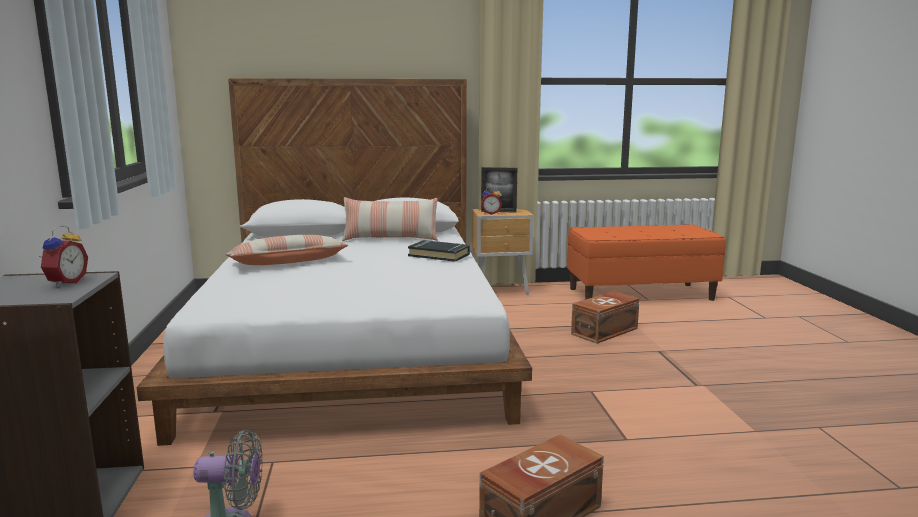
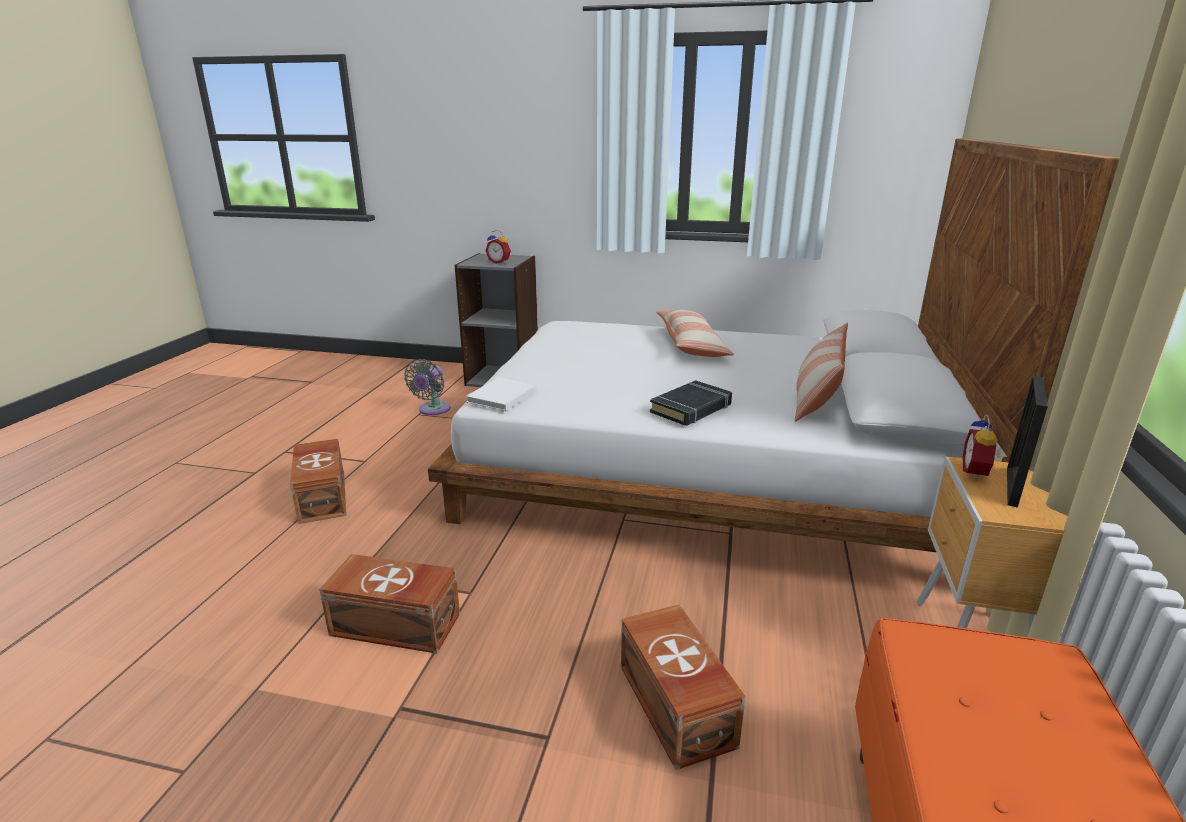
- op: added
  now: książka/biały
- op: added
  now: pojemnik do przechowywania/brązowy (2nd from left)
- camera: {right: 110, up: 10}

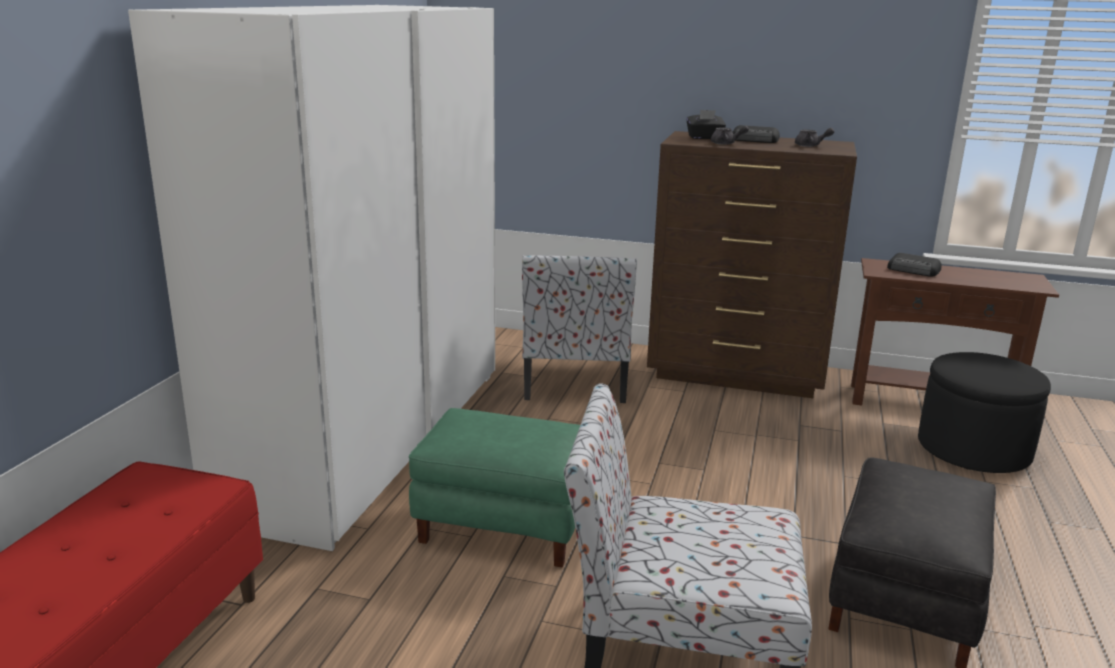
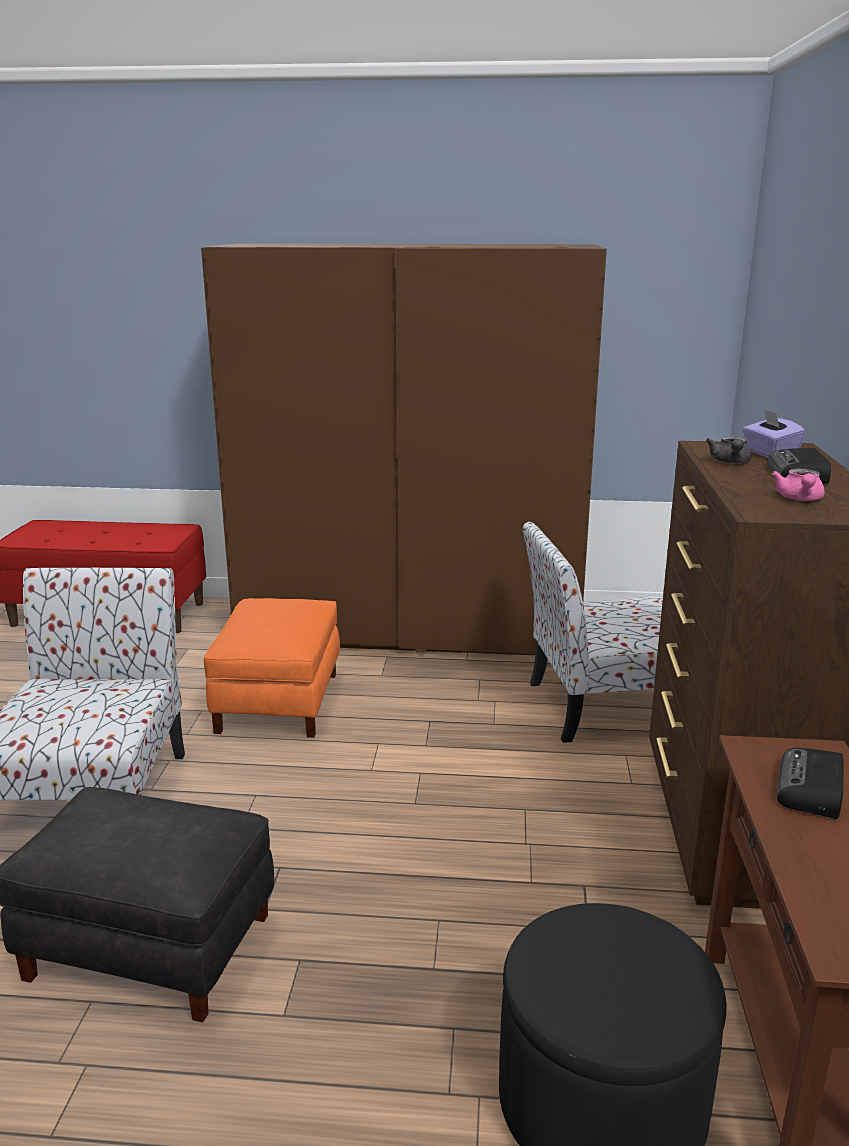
- op: recoloured
  was: szafa/biały
  now: szafa/brązowy
- op: recoloured
  was: pudełko chusteczek/czarny
  now: pudełko chusteczek/fioletowy
- op: recoloured
  was: imbryk/szary (2nd from left)
  now: imbryk/różowy
- op: recoloured
  was: pufa/zielony
  now: pufa/pomarańczowy
- camera: {right: 80, up: 0}

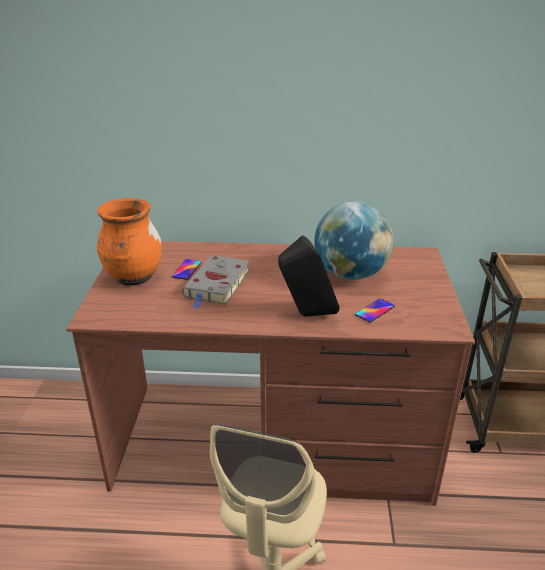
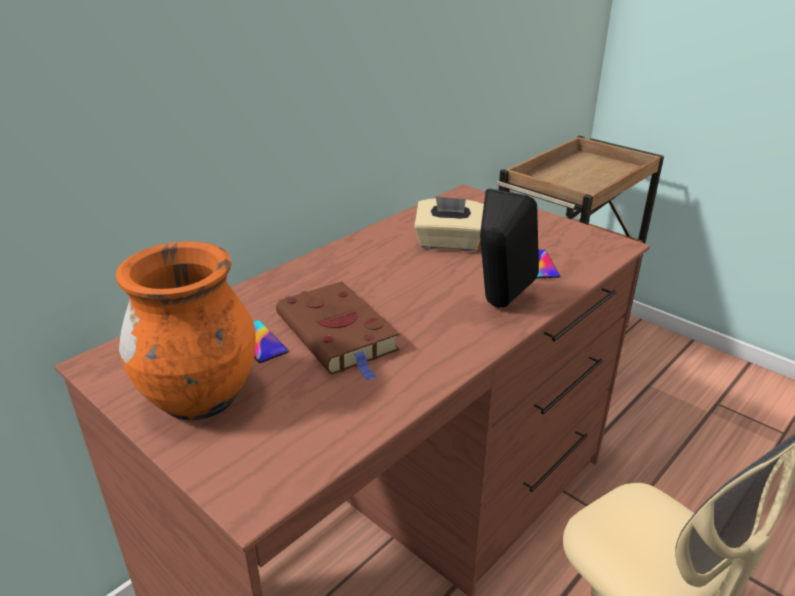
- op: replaced
  was: globus
  now: pudełko chusteczek/beżowy
- op: recoloured
  was: książka/szary
  now: książka/brązowy
- camera: {right: -50, up: 0}

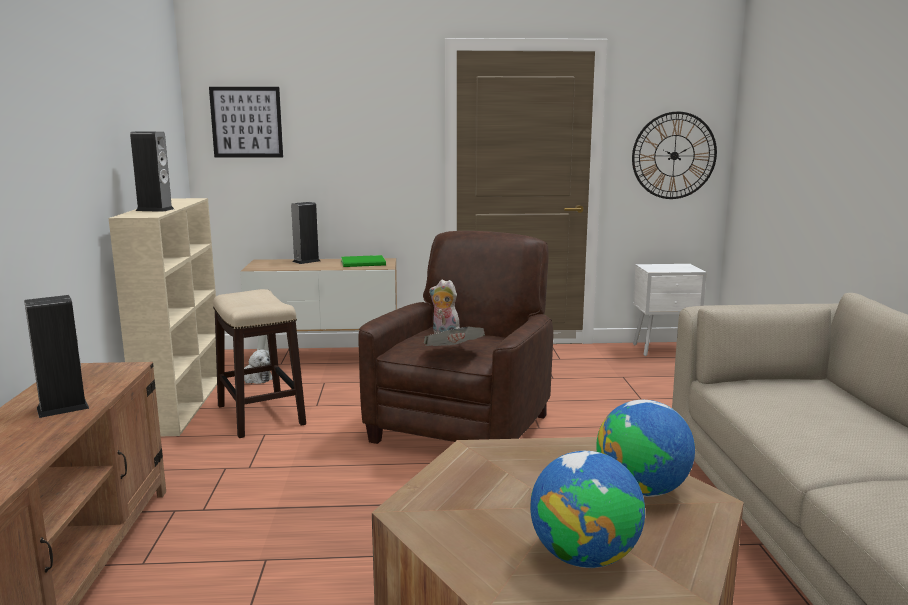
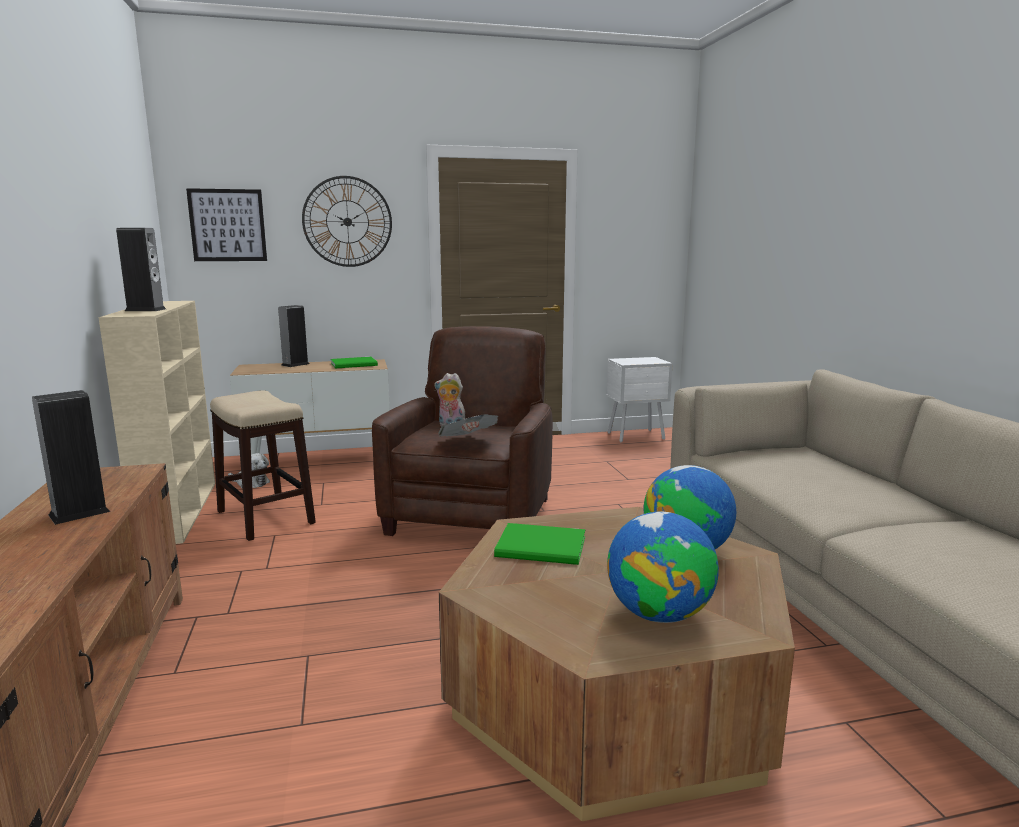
- op: moved
  was: zegar ścienny
- op: added
  now: książka/zielony (2nd from left)
- camera: {right: -10, up: 0}

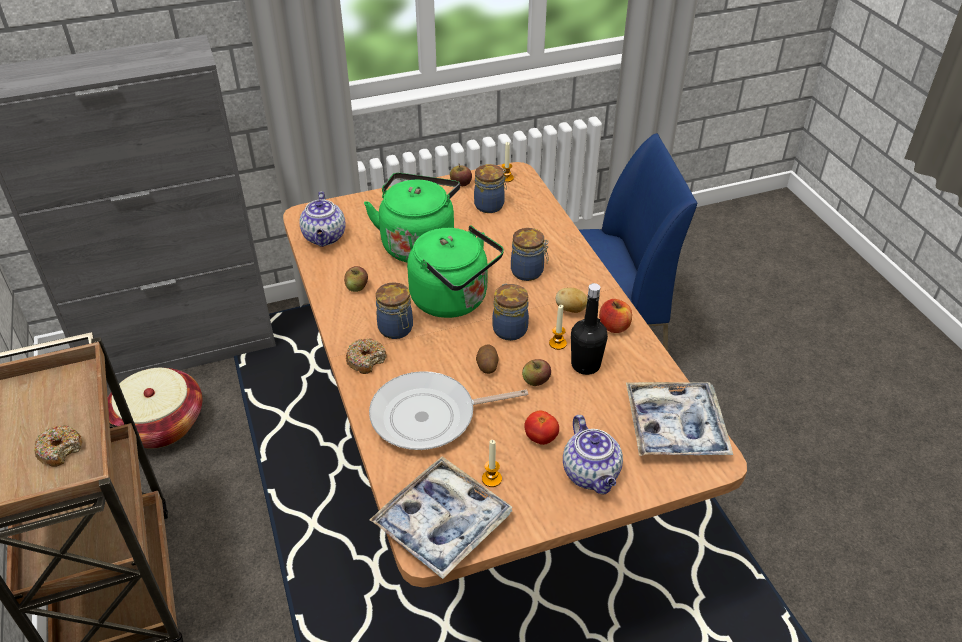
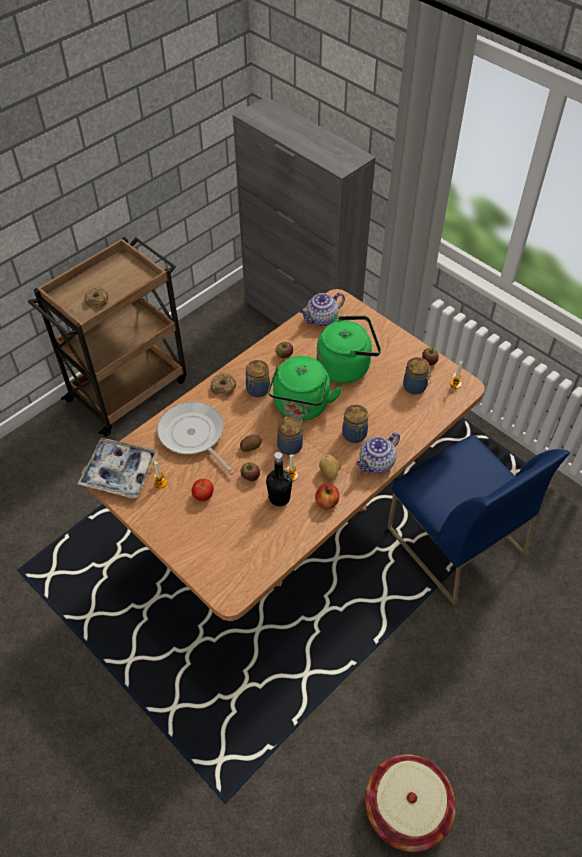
- op: moved
  was: koszyk
- op: removed
  was: taca (2nd from left)
- op: moved
  was: imbryk (2nd from left)
- camera: {right: 65, up: 10}

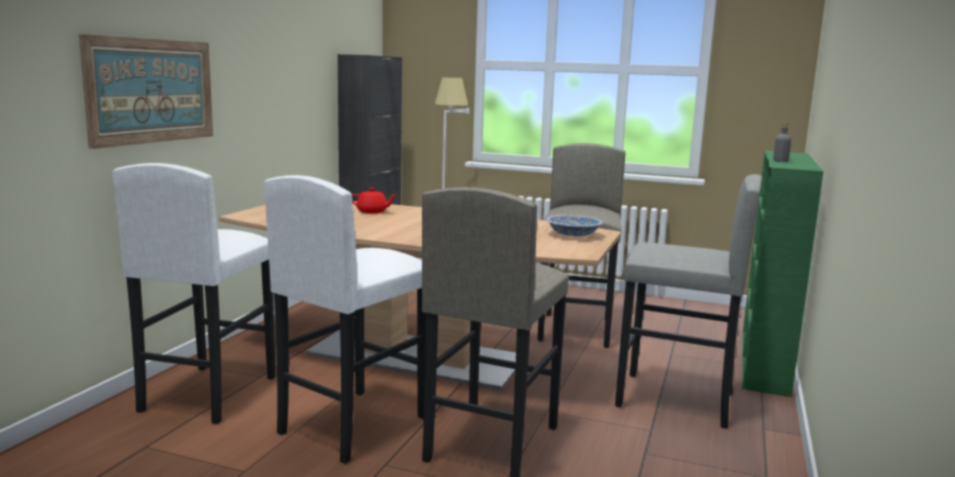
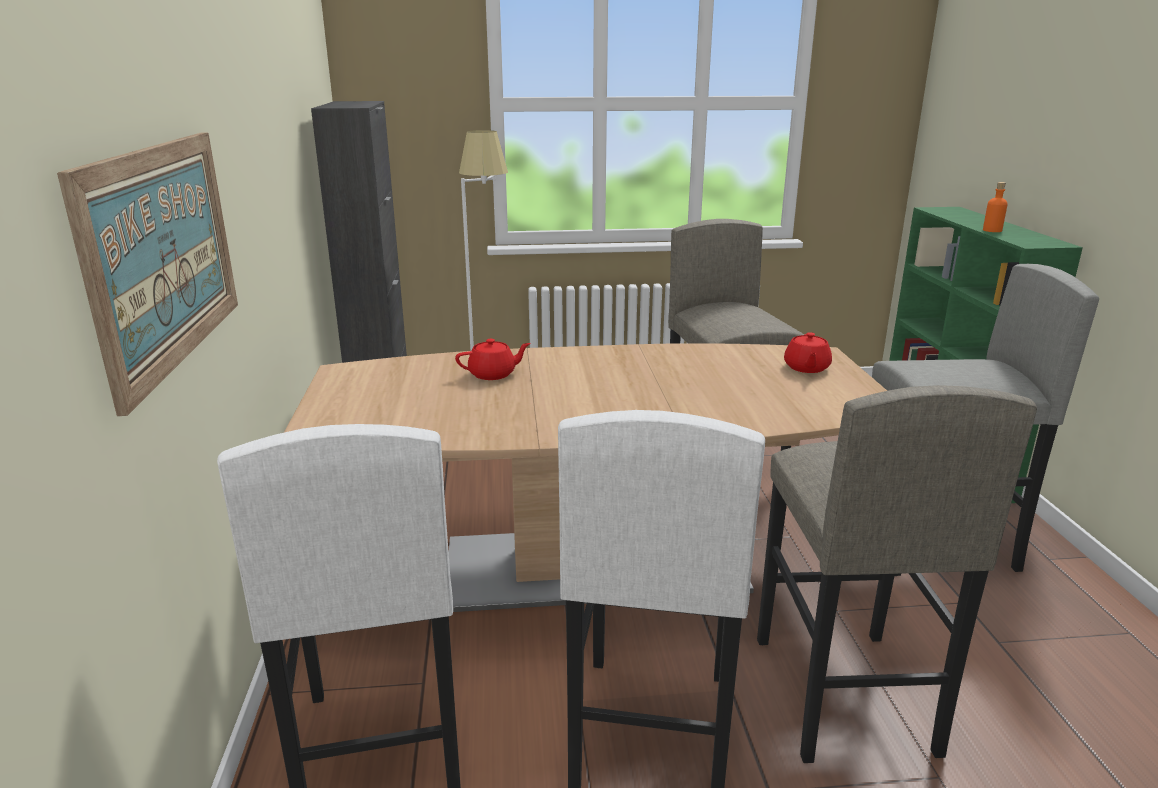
- op: recoloured
  was: butelka/szary
  now: butelka/pomarańczowy
- op: replaced
  was: miska
  now: imbryk/czerwony (2nd from left)
- camera: {right: -25, up: 10}

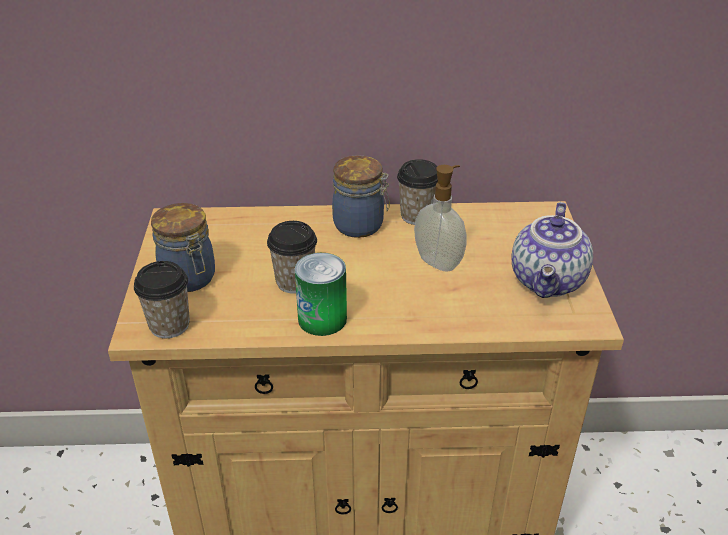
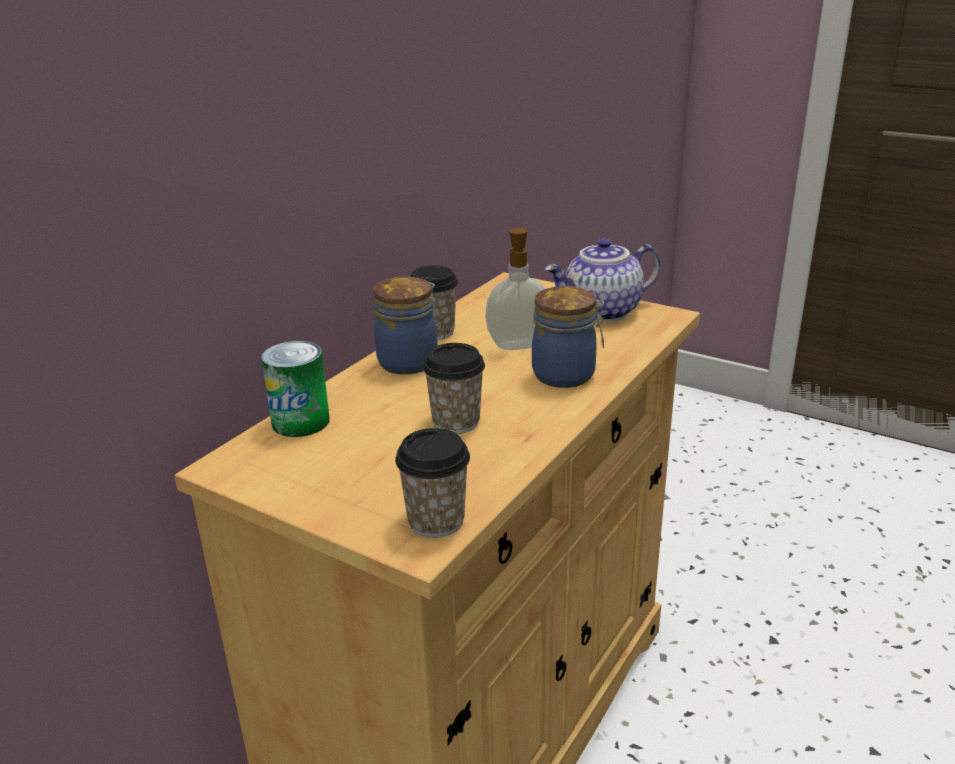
- op: turned
  was: imbryk
  clockwise: 105
- op: moved
  was: słoik (1st from left in the first image)
  now: słoik (2nd from left)
- op: moved
  was: puszka
- camera: {right: -55, up: -10}

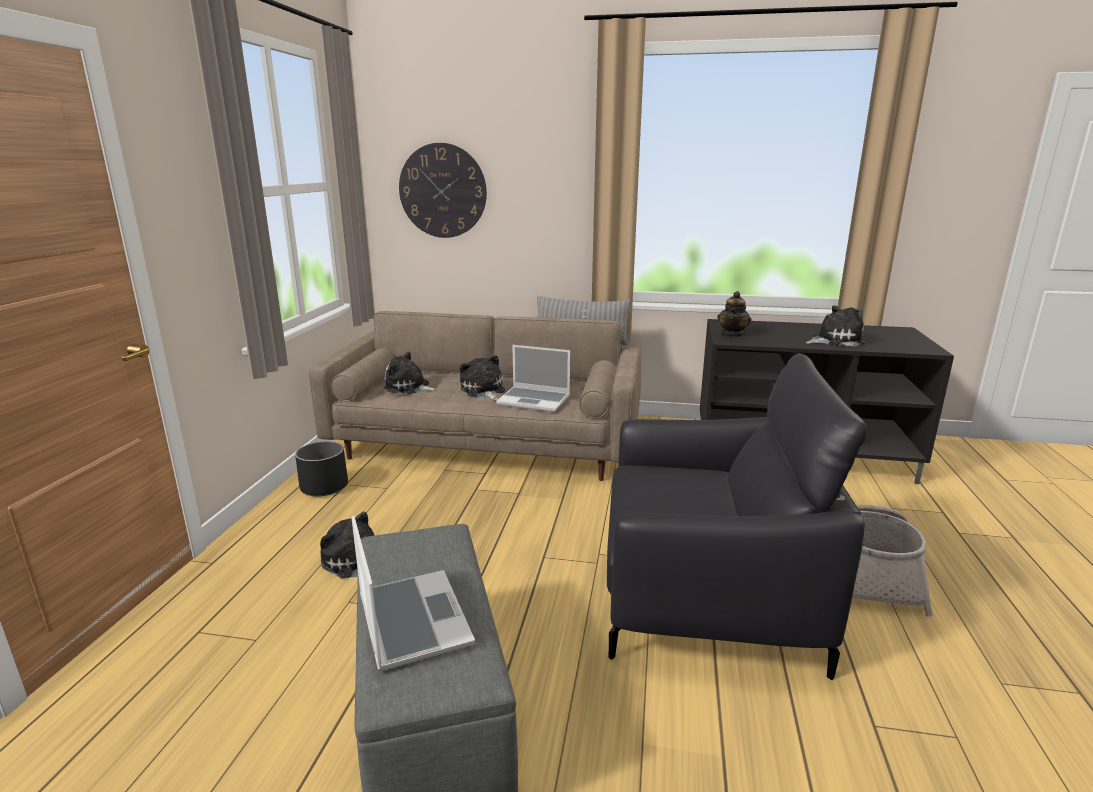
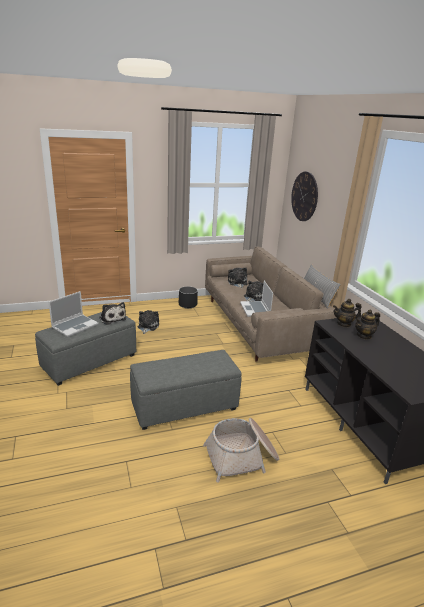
- op: moved
  was: pluszak (4th from left in the first image)
  now: pluszak (1st from left)
- op: replaced
  was: fotel/czarny
  now: pufa/szary (2nd from left)
- op: added
  now: imbryk (2nd from left)
- camera: {right: 60, up: 5}

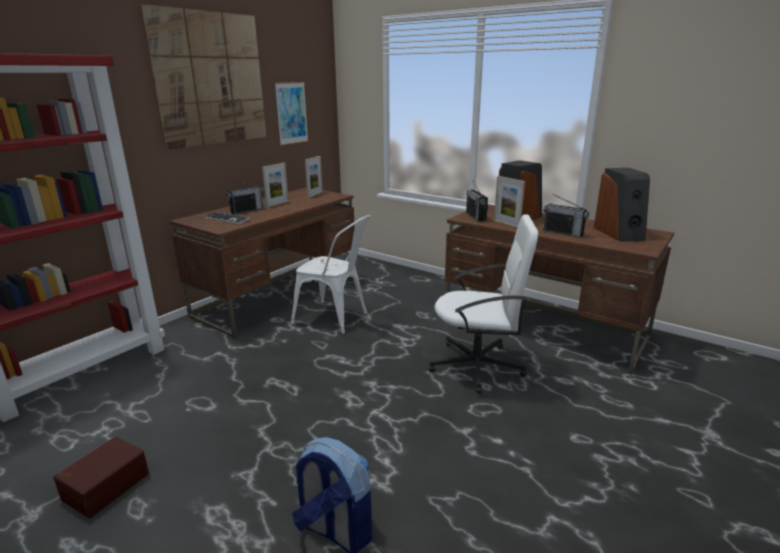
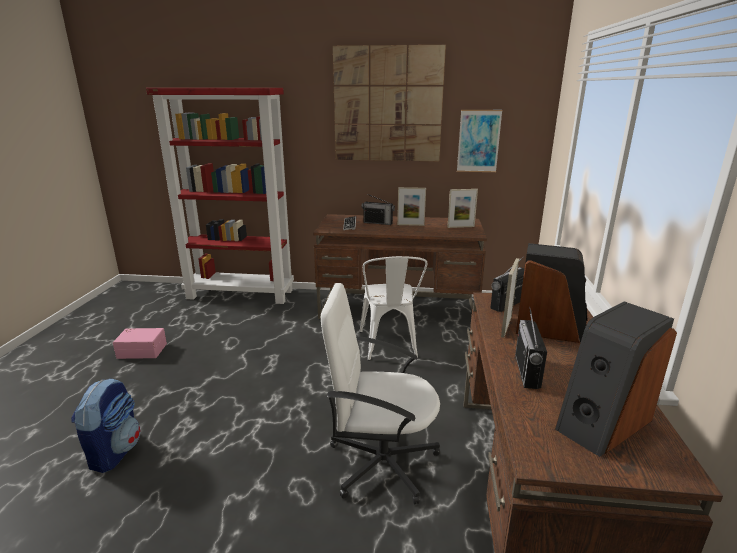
- op: turned
  was: krzesło biurowe/biały
  clockwise: 120
- op: recoloured
  was: pojemnik do przechowywania/brązowy
  now: pojemnik do przechowywania/różowy
- camera: {right: 60, up: 0}

